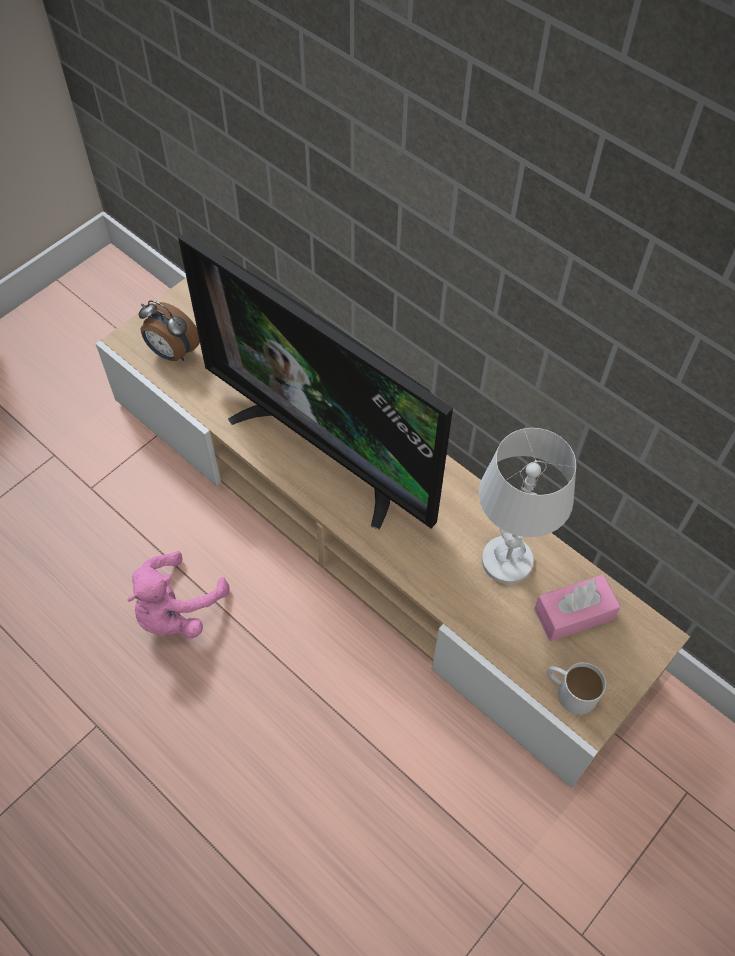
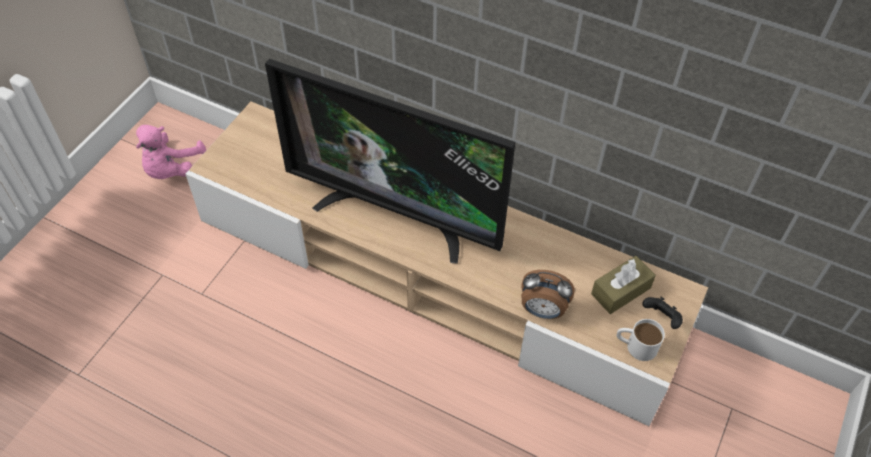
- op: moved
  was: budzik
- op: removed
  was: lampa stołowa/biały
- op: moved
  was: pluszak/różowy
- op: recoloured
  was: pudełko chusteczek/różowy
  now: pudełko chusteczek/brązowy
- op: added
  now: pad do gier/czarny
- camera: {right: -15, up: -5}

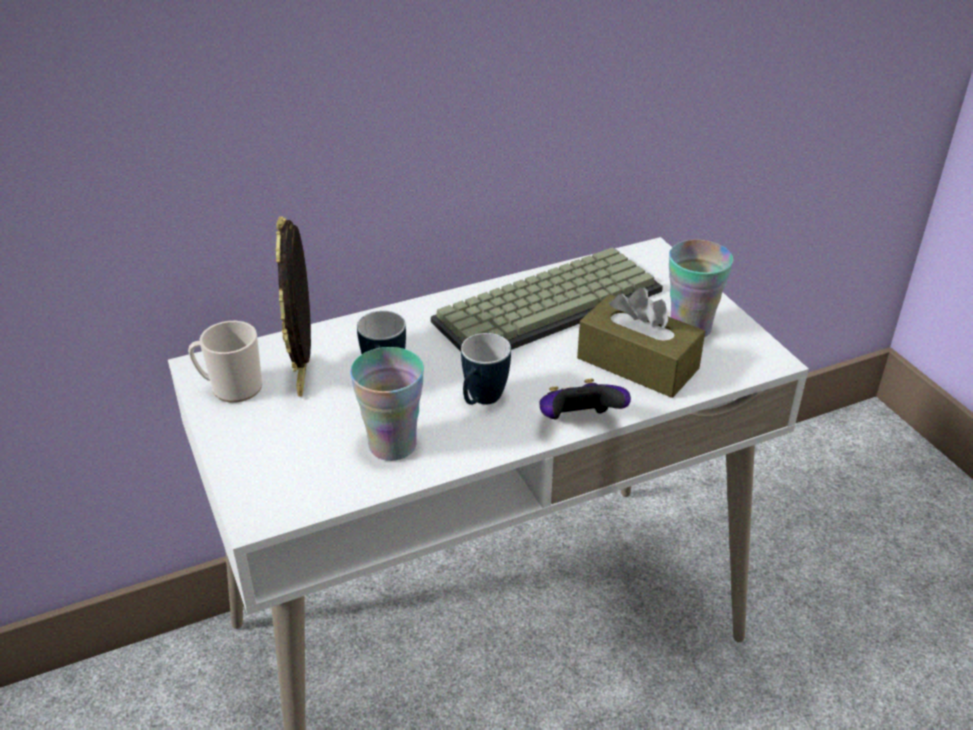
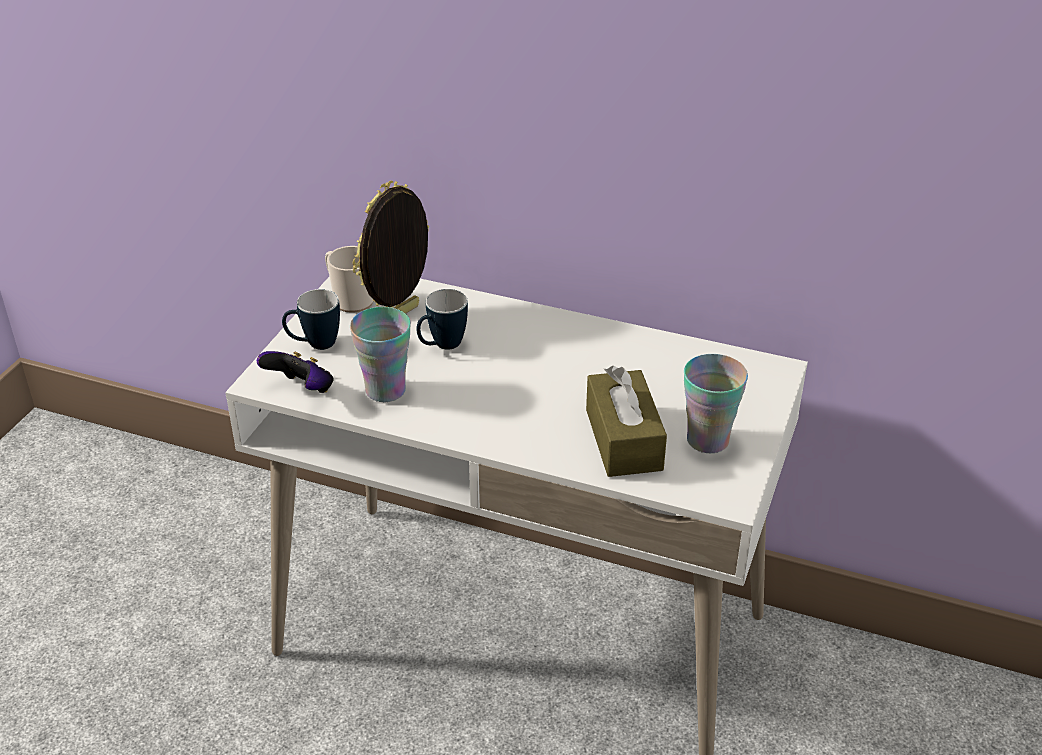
- op: removed
  was: klawiatura
- op: moved
  was: kubek (3rd from left in the first image)
  now: kubek (1st from left)
- op: moved
  was: pad do gier
- camera: {right: 45, up: 0}

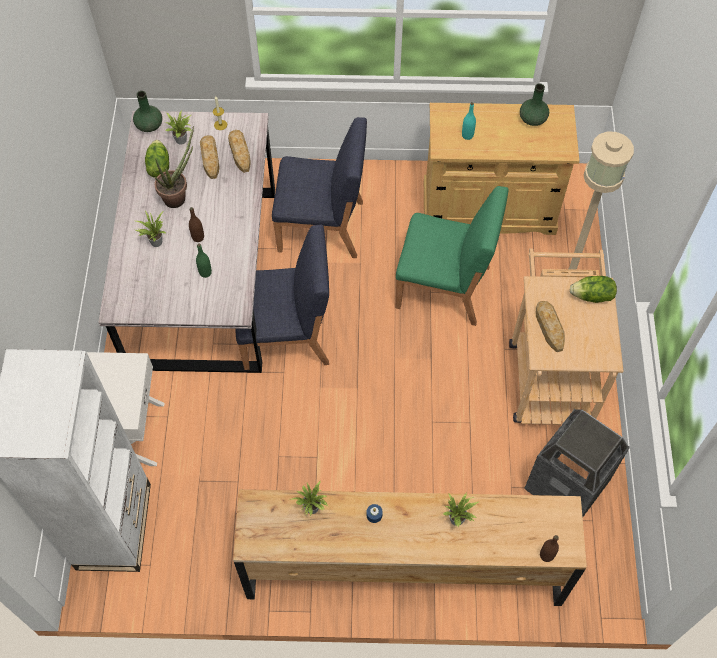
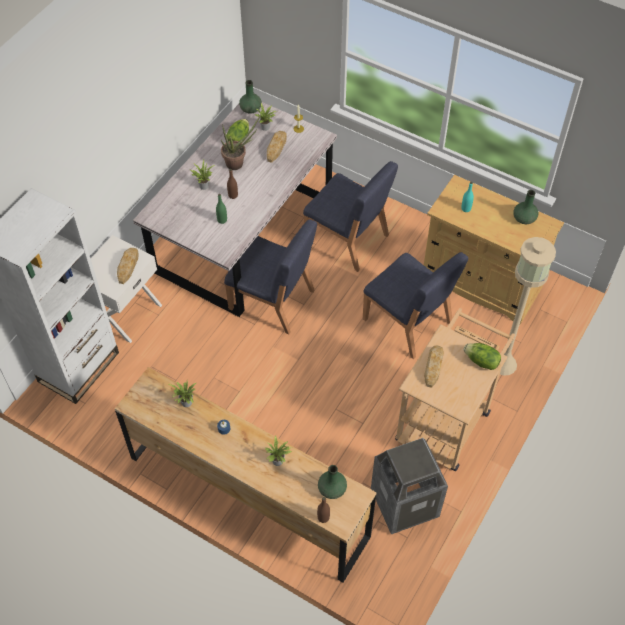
- op: moved
  was: chleb (2nd from left in the first image)
  now: chleb (1st from left)
- op: recoloured
  was: krzesło/zielony
  now: krzesło/niebieski (3rd from left)
- op: added
  now: wazon/zielony (2nd from left)
- camera: {right: 30, up: -5}

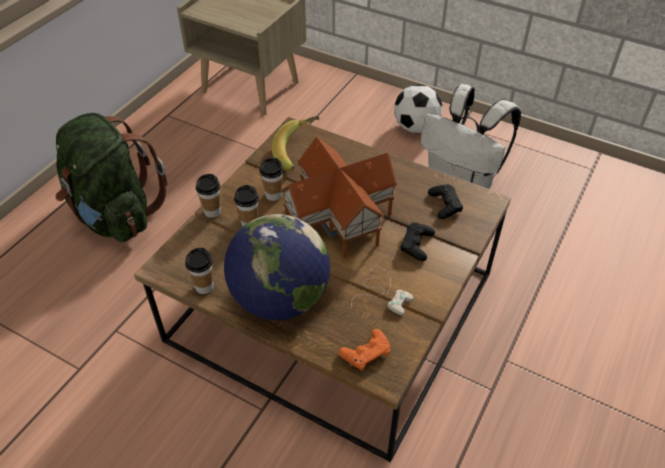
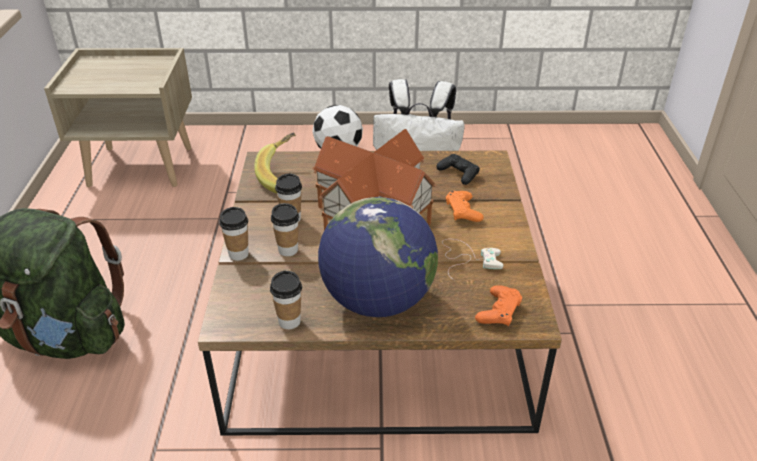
- op: recoloured
  was: pad do gier/czarny (1st from left)
  now: pad do gier/pomarańczowy (1st from left)
- camera: {right: -30, up: -10}

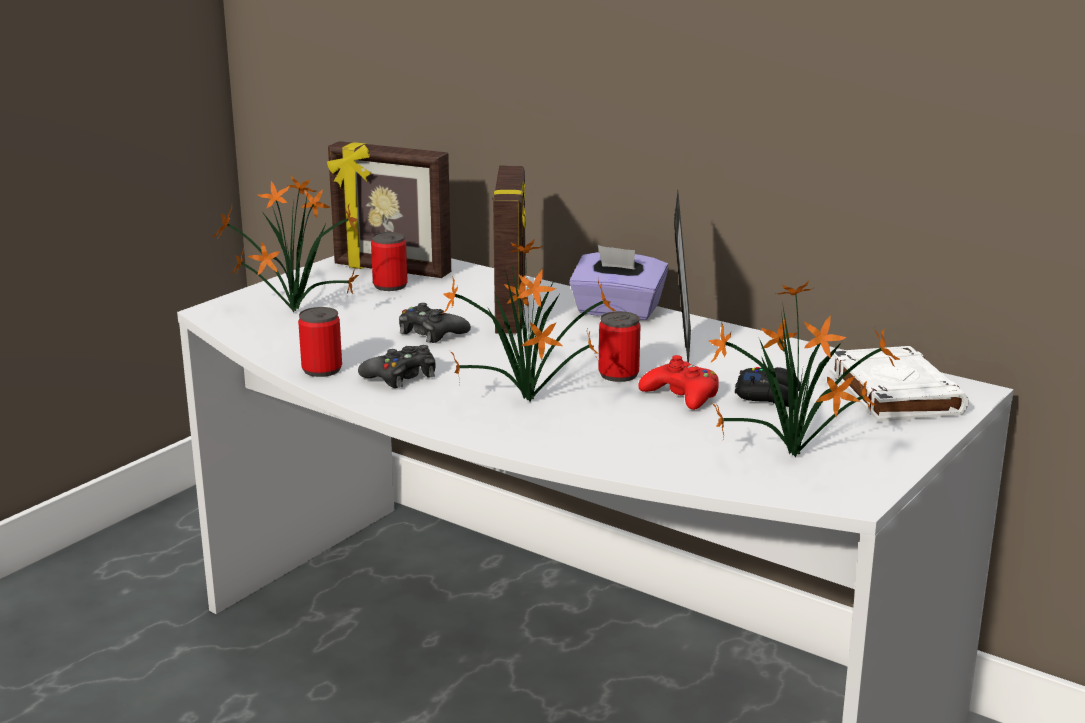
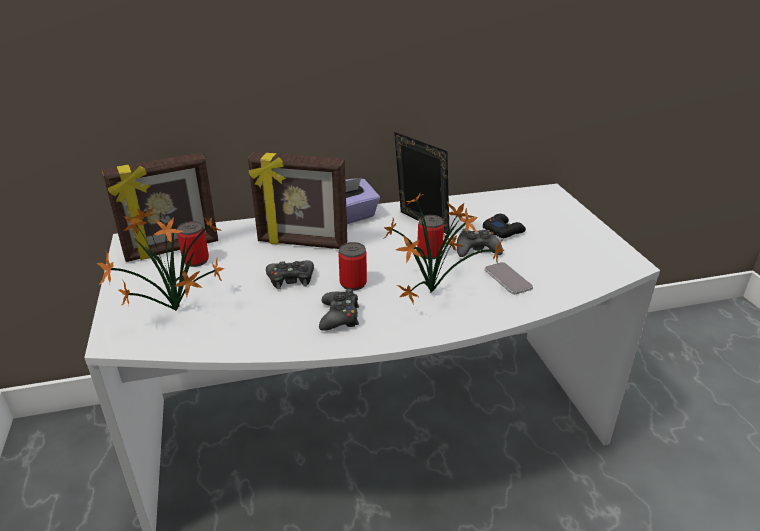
- op: turned
  was: ramka na zdjęcie (2nd from left)
  clockwise: 150
- op: removed
  was: roślina doniczkowa (3rd from left)
- op: moved
  was: puszka (1st from left in the first image)
  now: puszka (2nd from left)
- op: removed
  was: książka/biały
- op: recoloured
  was: pad do gier/czerwony
  now: pad do gier/czarny (3rd from left)
- op: added
  now: telefon
- camera: {right: -50, up: 10}

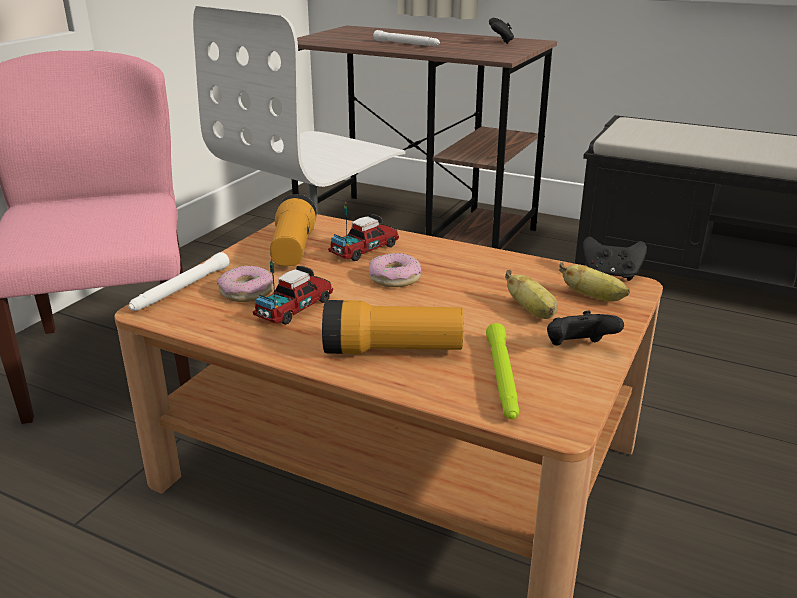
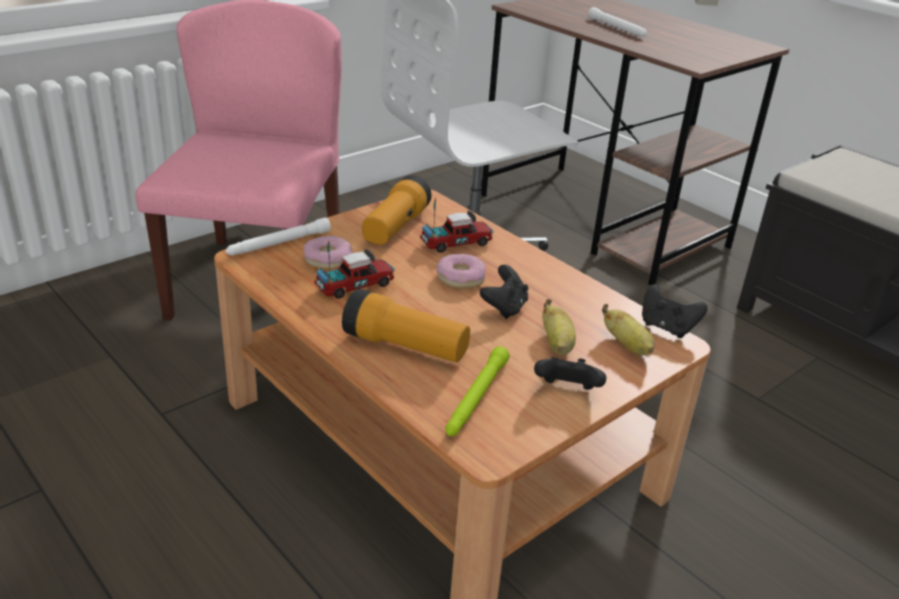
- op: moved
  was: pad do gier/czarny (1st from left)
- camera: {right: 20, up: 5}

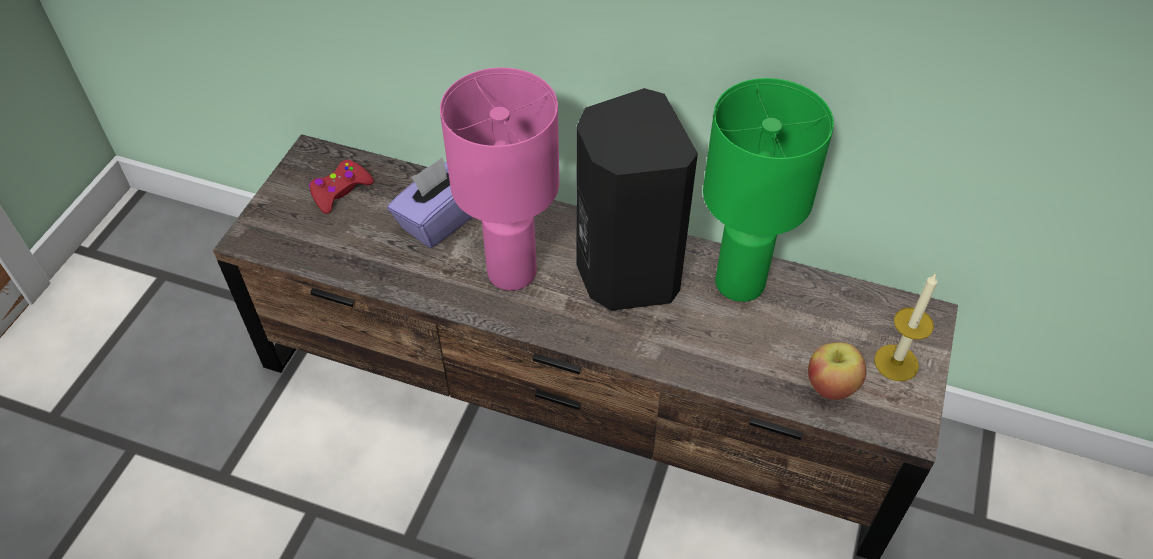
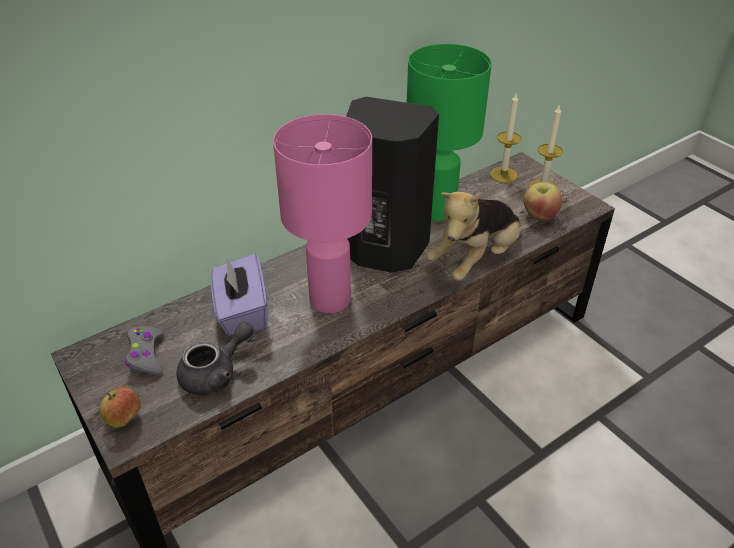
- op: recoloured
  was: pad do gier/czerwony
  now: pad do gier/szary
- op: added
  now: świeca (1st from left)
- op: added
  now: pluszak
- op: added
  now: imbryk/szary
- op: added
  now: jabłko (1st from left)
- camera: {right: -55, up: -10}

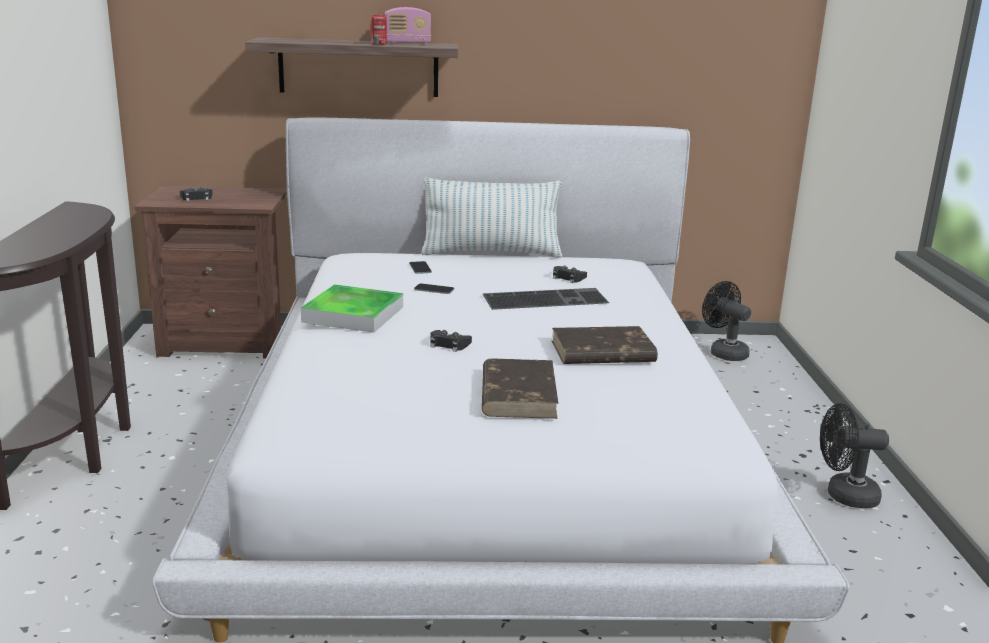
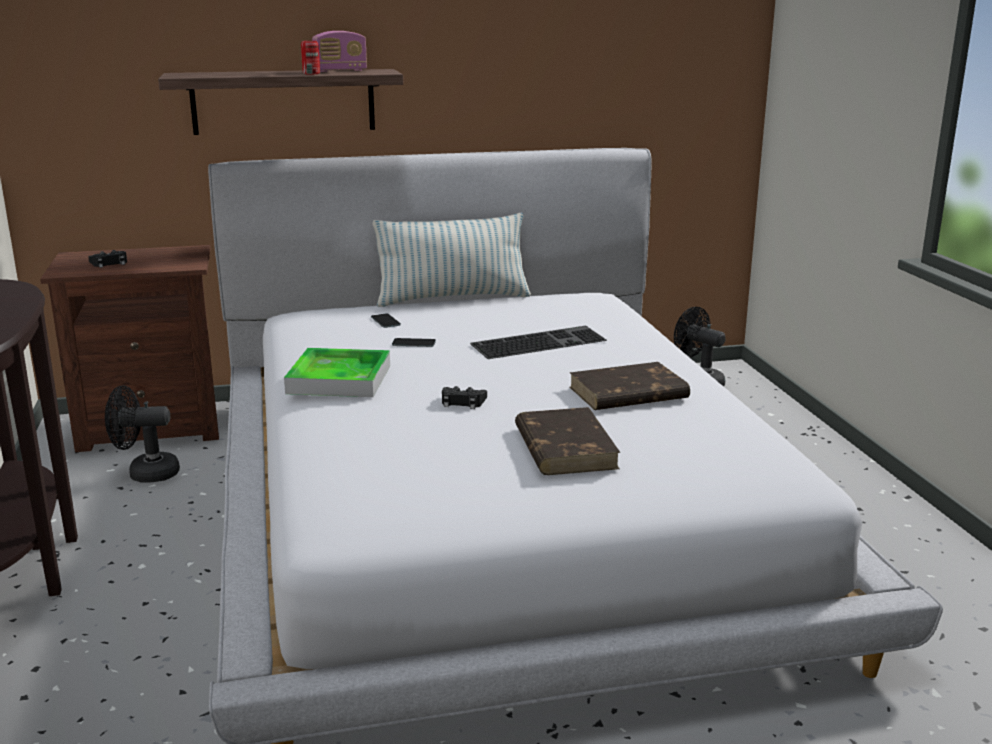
- op: removed
  was: pad do gier/czarny (3rd from left)
- op: moved
  was: wentylator/czarny (2nd from left in the first image)
  now: wentylator/czarny (1st from left)
- camera: {right: -10, up: 0}

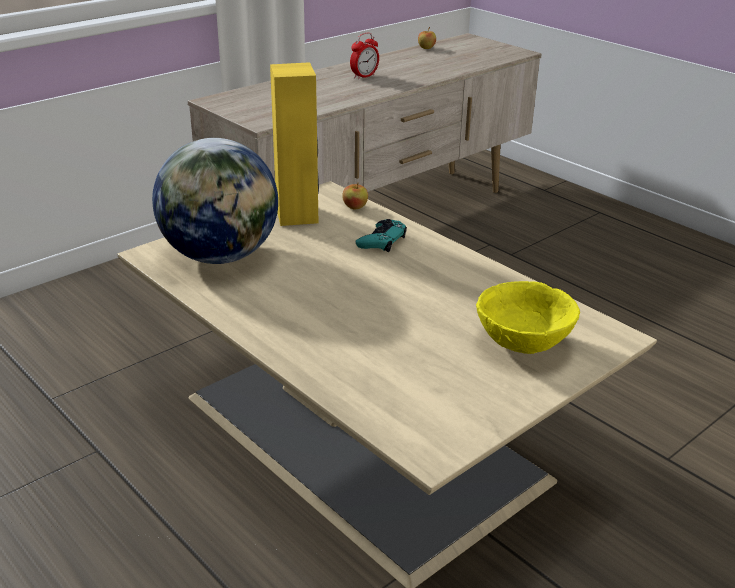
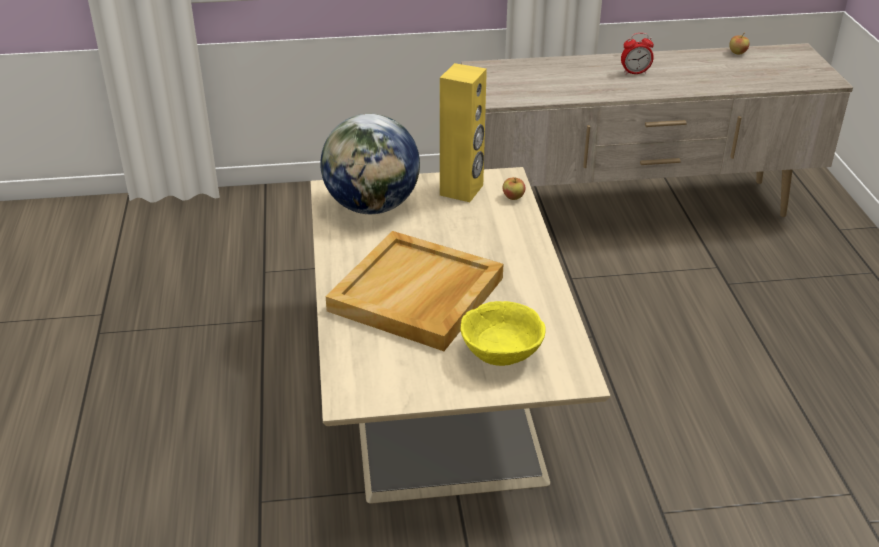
- op: removed
  was: pad do gier/turkusowy
- op: added
  now: taca/beżowy
- camera: {right: 35, up: 5}

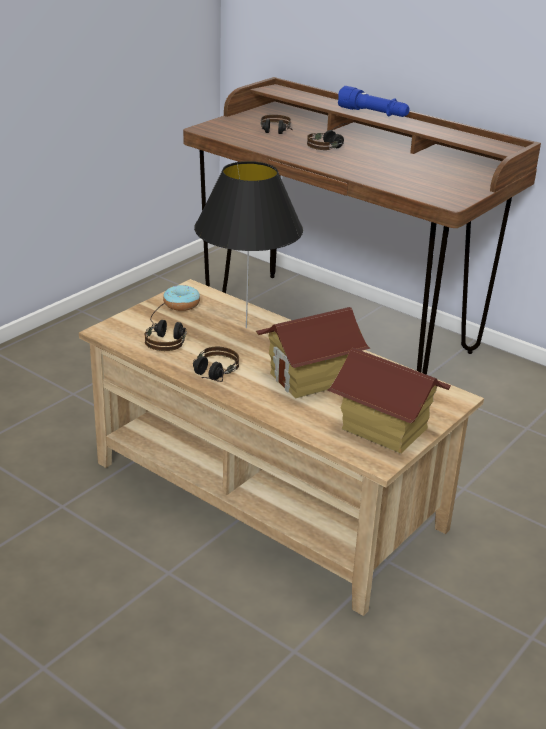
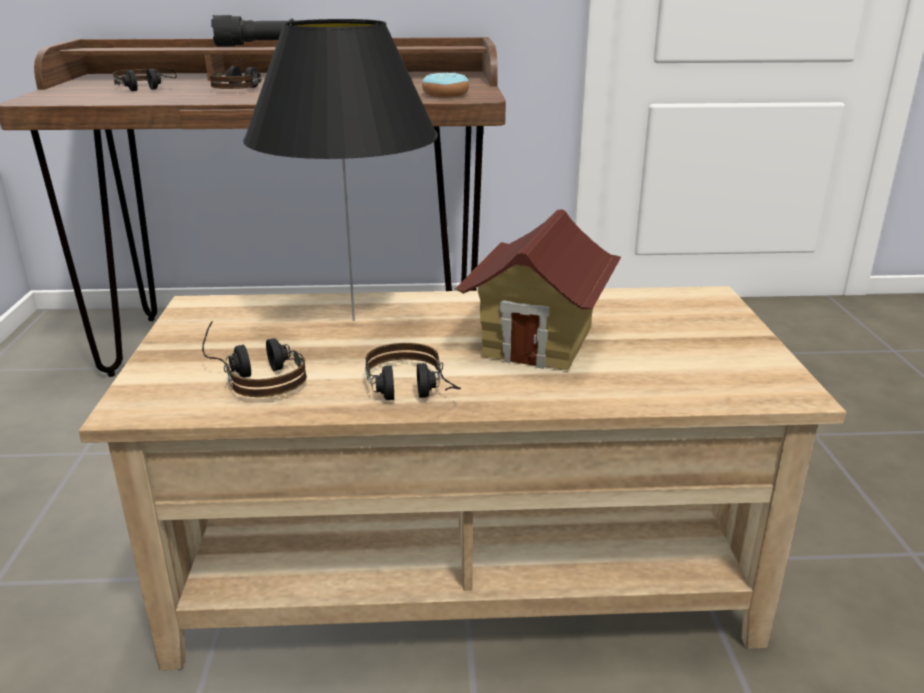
- op: recoloured
  was: latarka/niebieski
  now: latarka/czarny
- op: moved
  was: donut
- op: removed
  was: domek (2nd from left)
- camera: {right: -40, up: -5}

